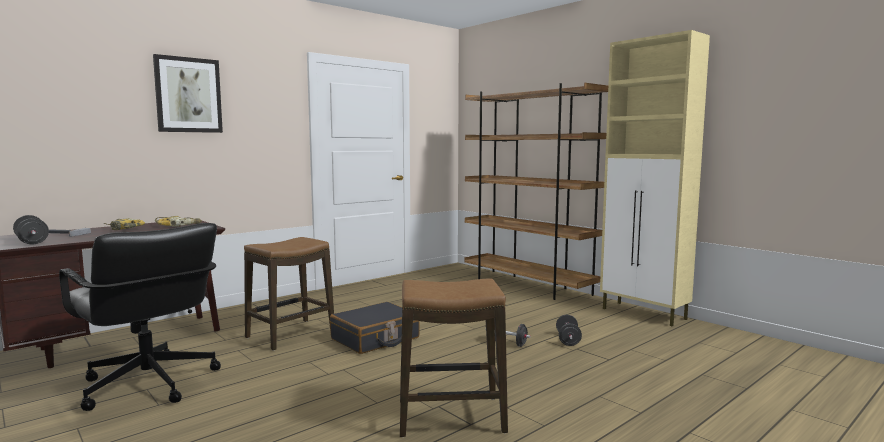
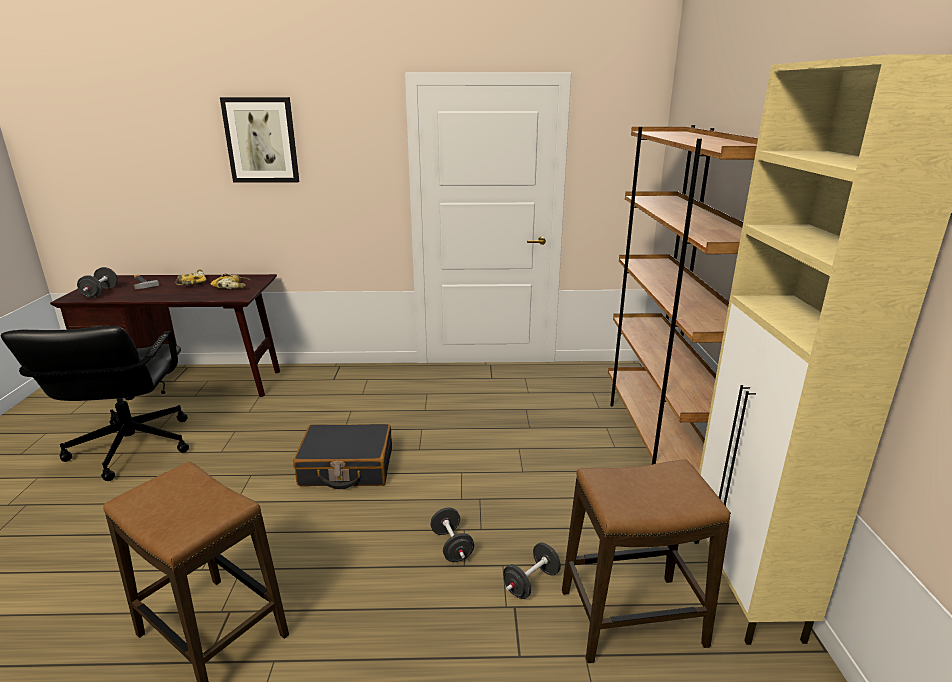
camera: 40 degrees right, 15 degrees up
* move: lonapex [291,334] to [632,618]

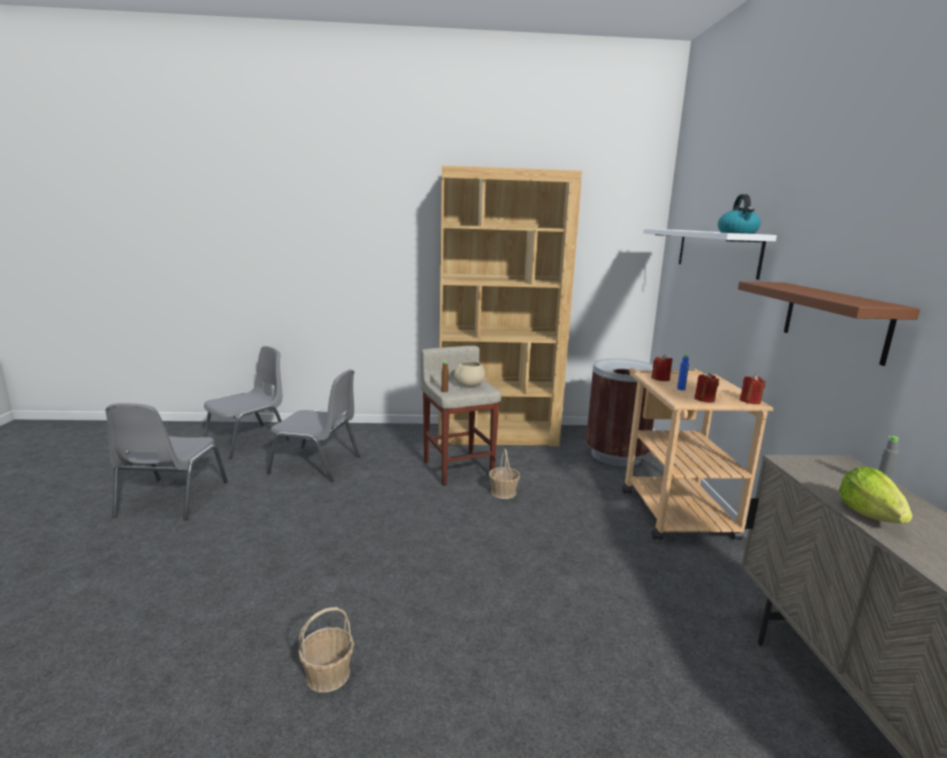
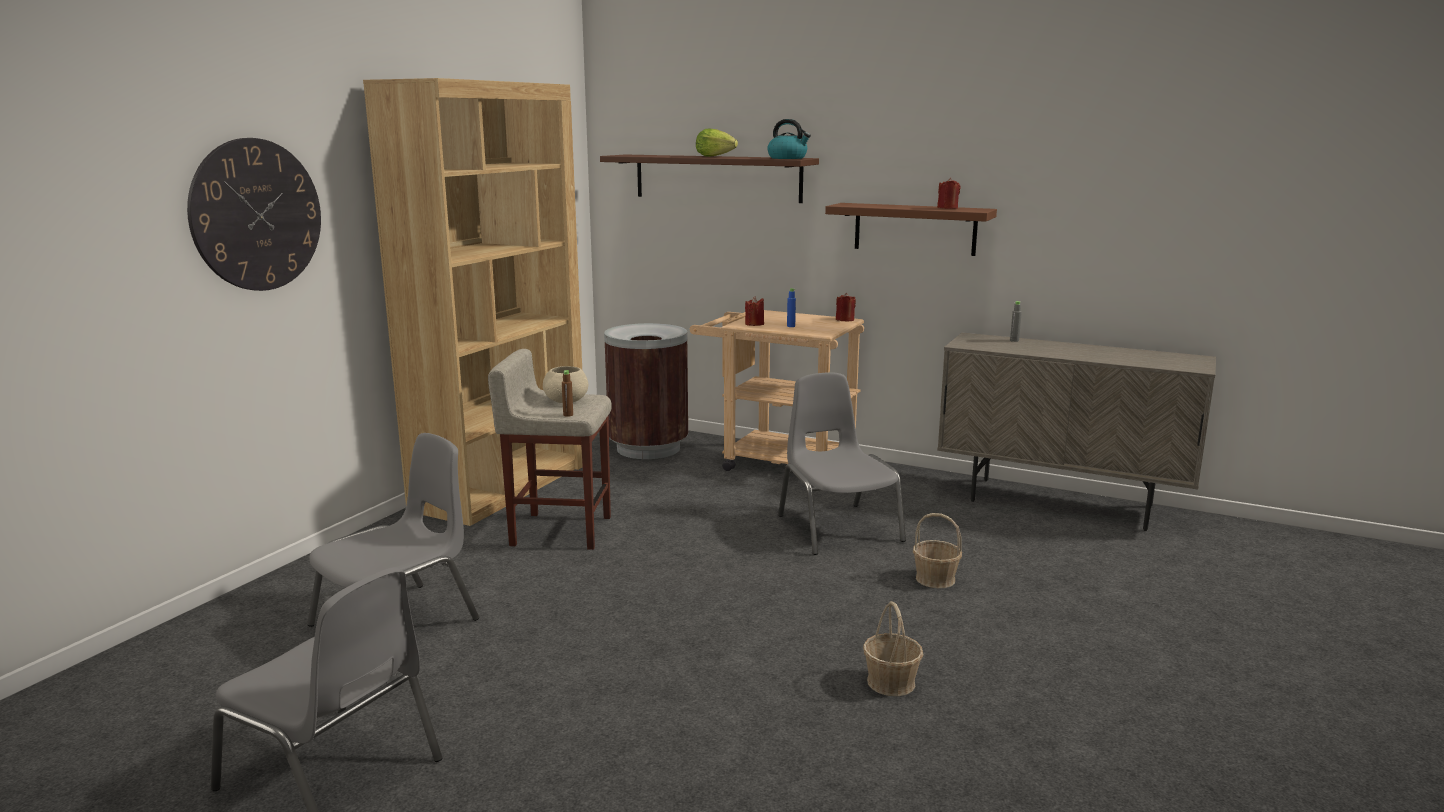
camera: 60 degrees left, 0 degrees up
* insert: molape [257,215]
* recolor: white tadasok [716,251] to brown tadasok [717,178]
* move: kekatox [869,515] to [714,156]
* move: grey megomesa [248,440] to [837,527]
* move: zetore [503,492] to [935,579]
* move: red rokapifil [704,399] to [947,208]

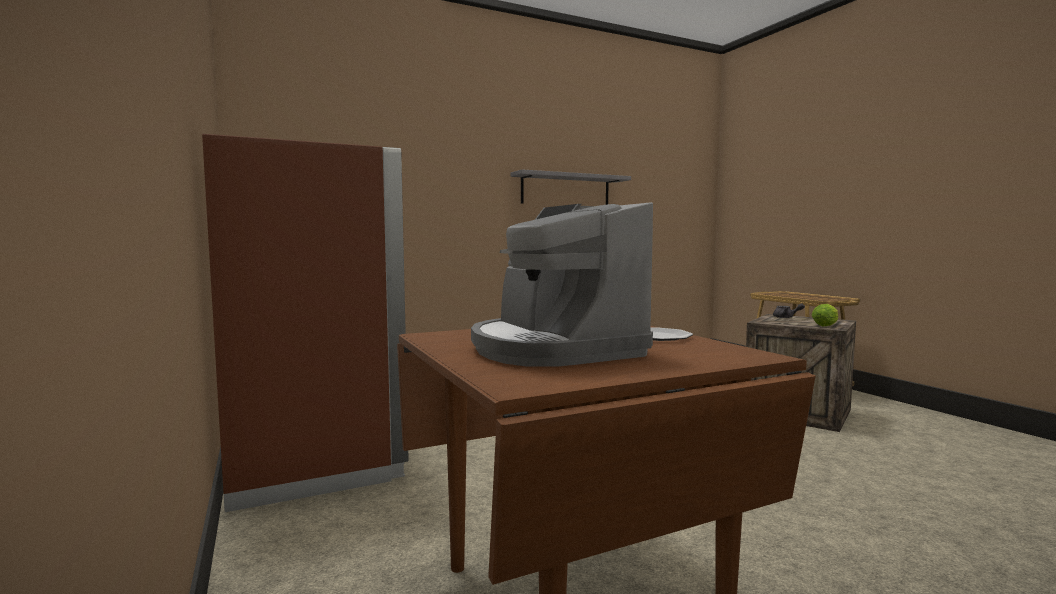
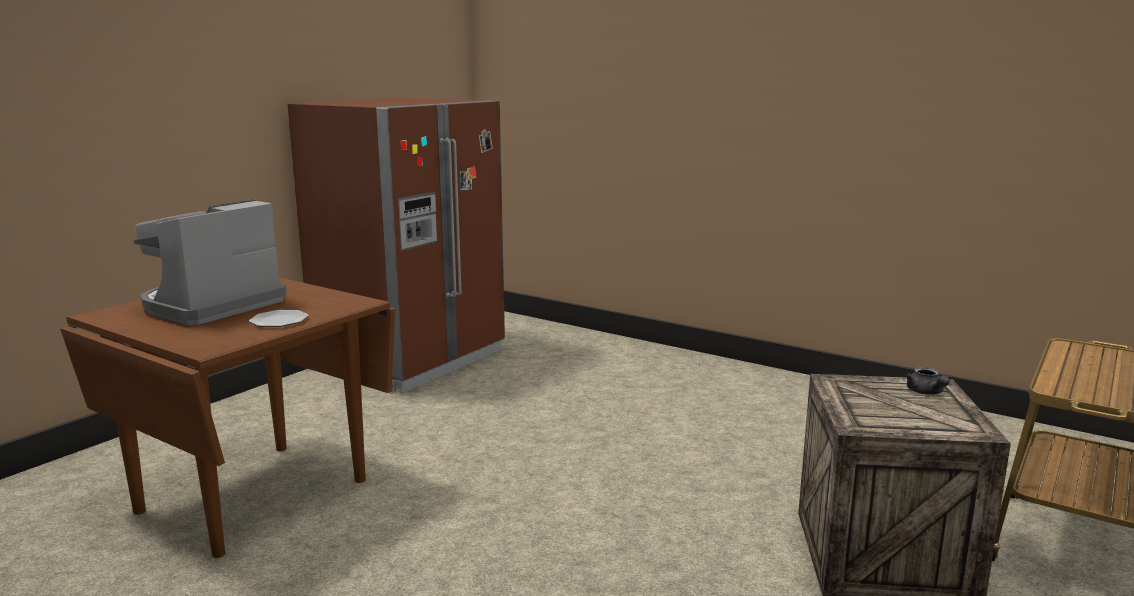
camera: 60 degrees right, 10 degrees up
* delete: grey tadasok [565,190]
* delete: kekatox [826,325]

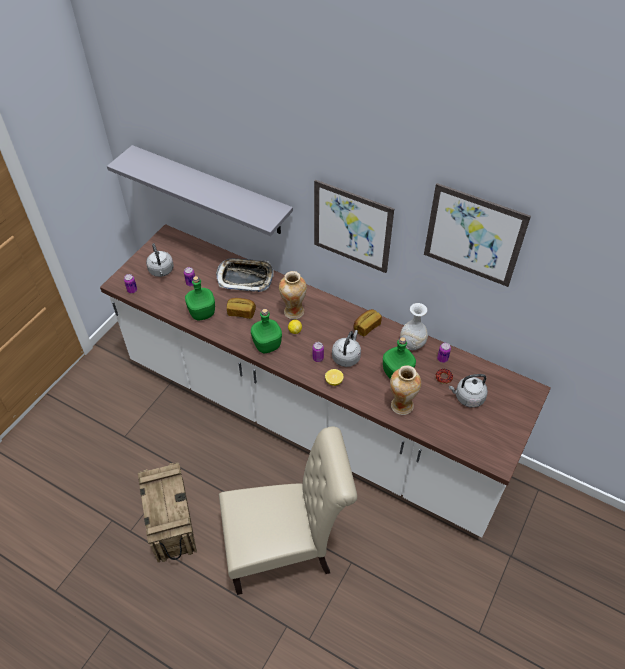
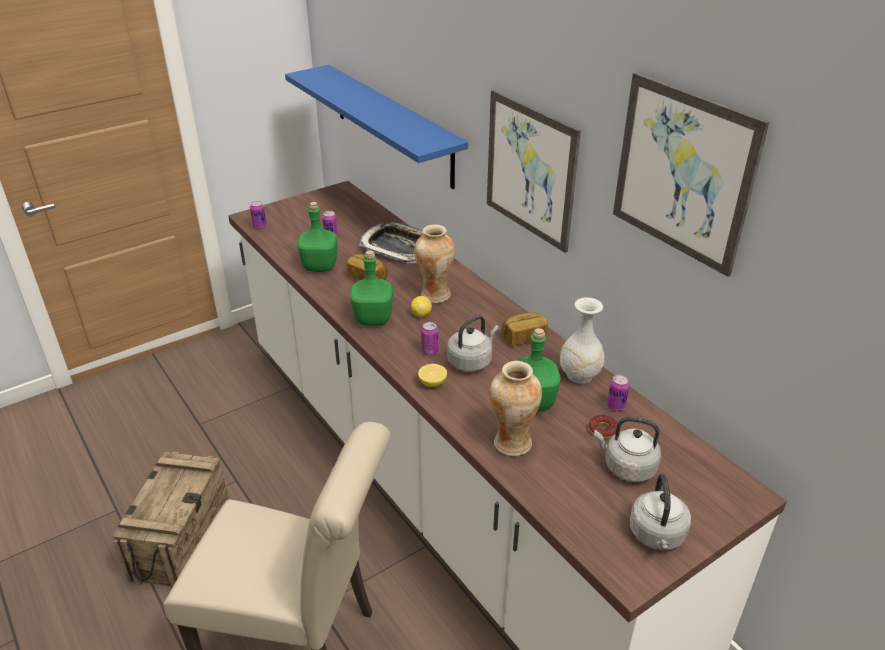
camera: 25 degrees right, 15 degrees down
* recolor: grey tadasok [211,190] to blue tadasok [392,124]
* move: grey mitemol [161,271] to [657,536]

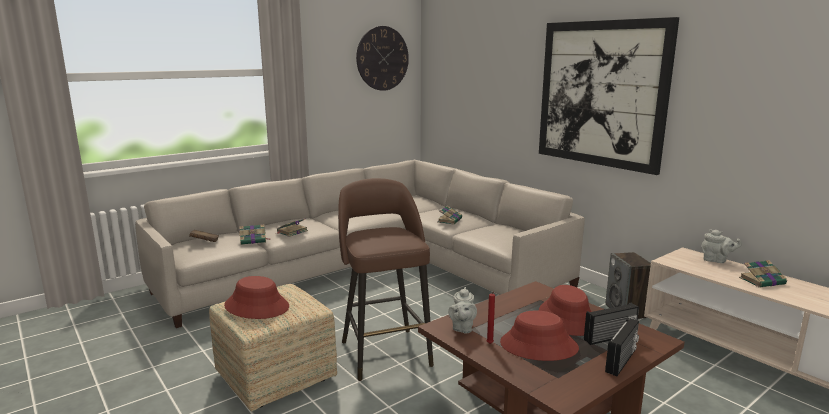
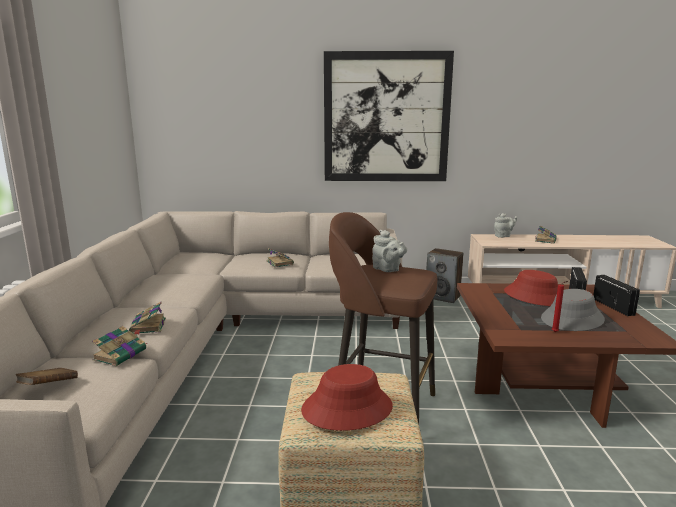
camera: 50 degrees left, 0 degrees up
* move: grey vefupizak [462,328] to [387,269]
* recolor: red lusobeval [538,346] to grey lusobeval [572,319]
* delete: molape [382,58]

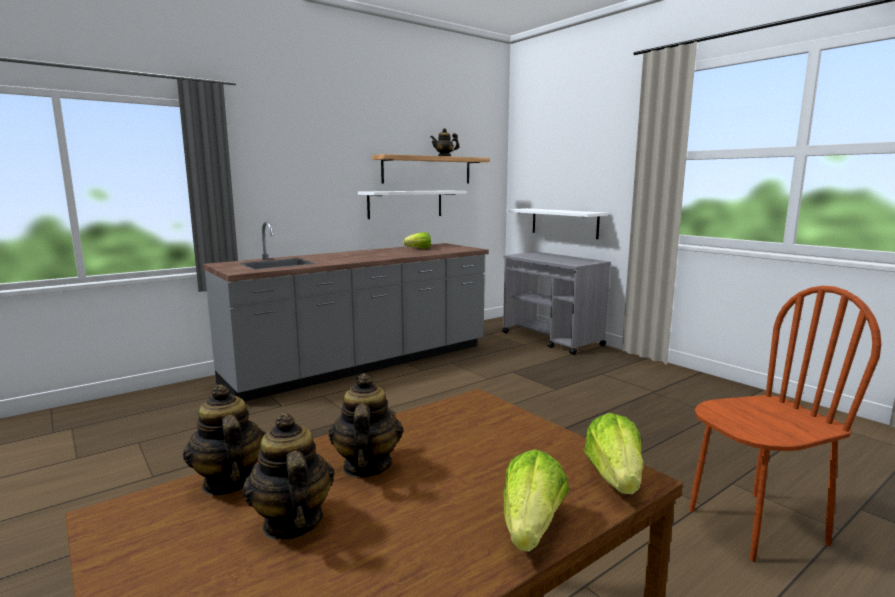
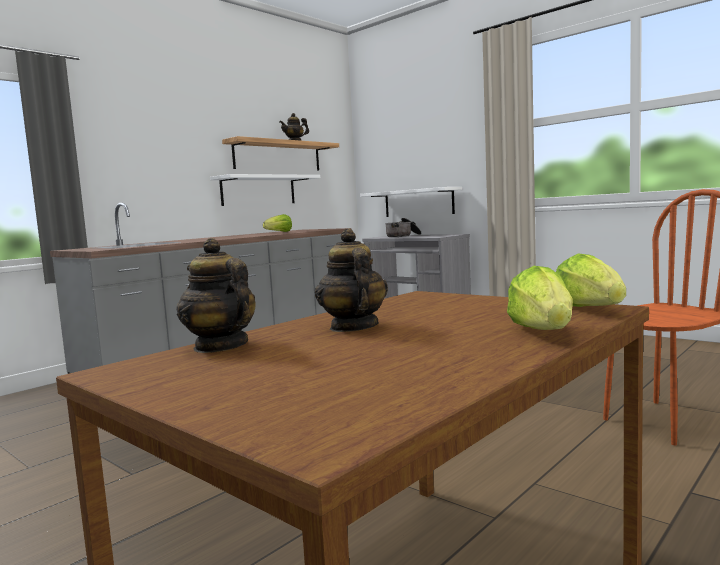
camera: 10 degrees left, 5 degrees down
* insert: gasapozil [403,236]
* delete: vefupizak [291,522]

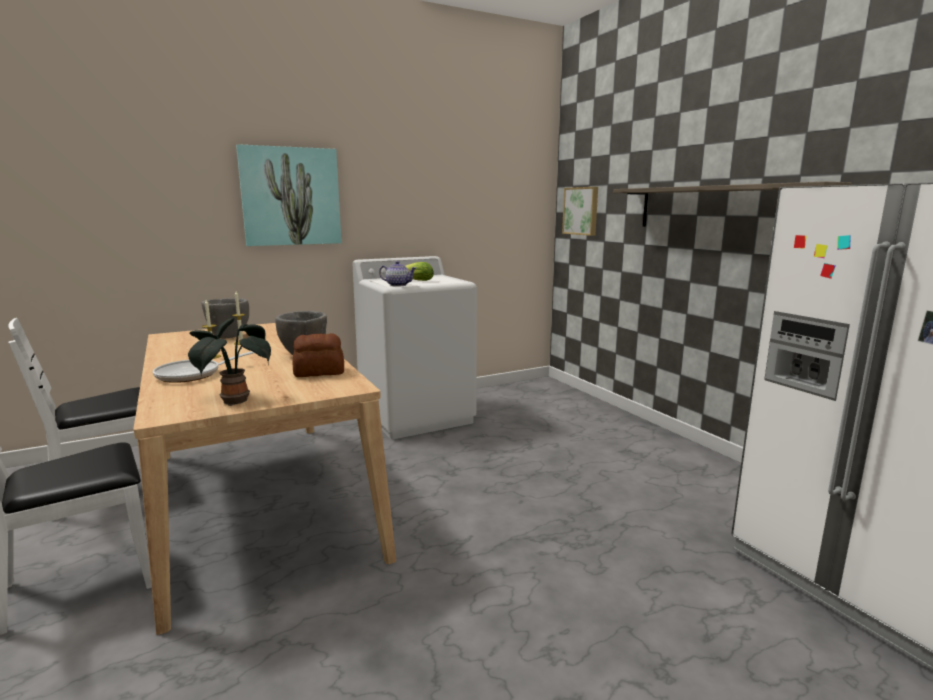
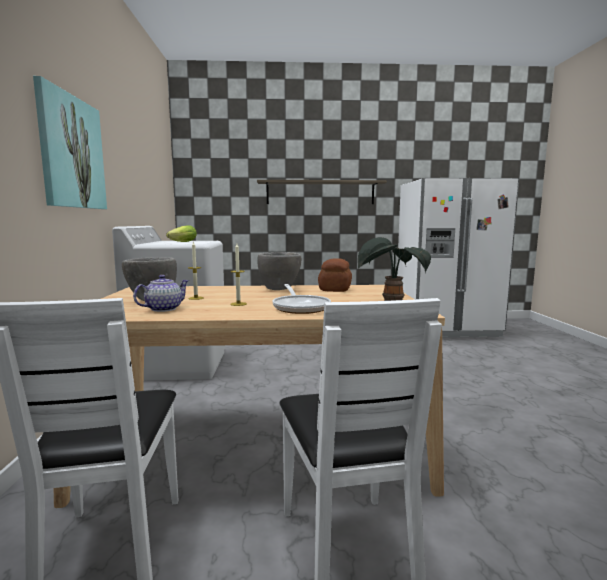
camera: 65 degrees left, 5 degrees down
* move: vefupizak [398,285] to [163,309]
* delete: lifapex [581,211]

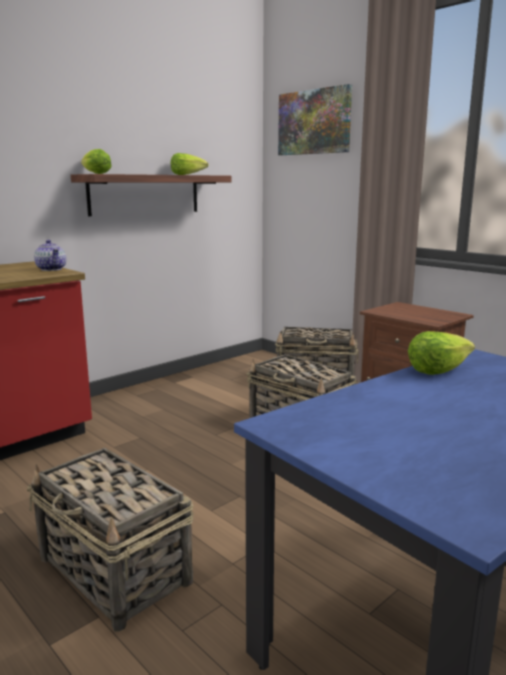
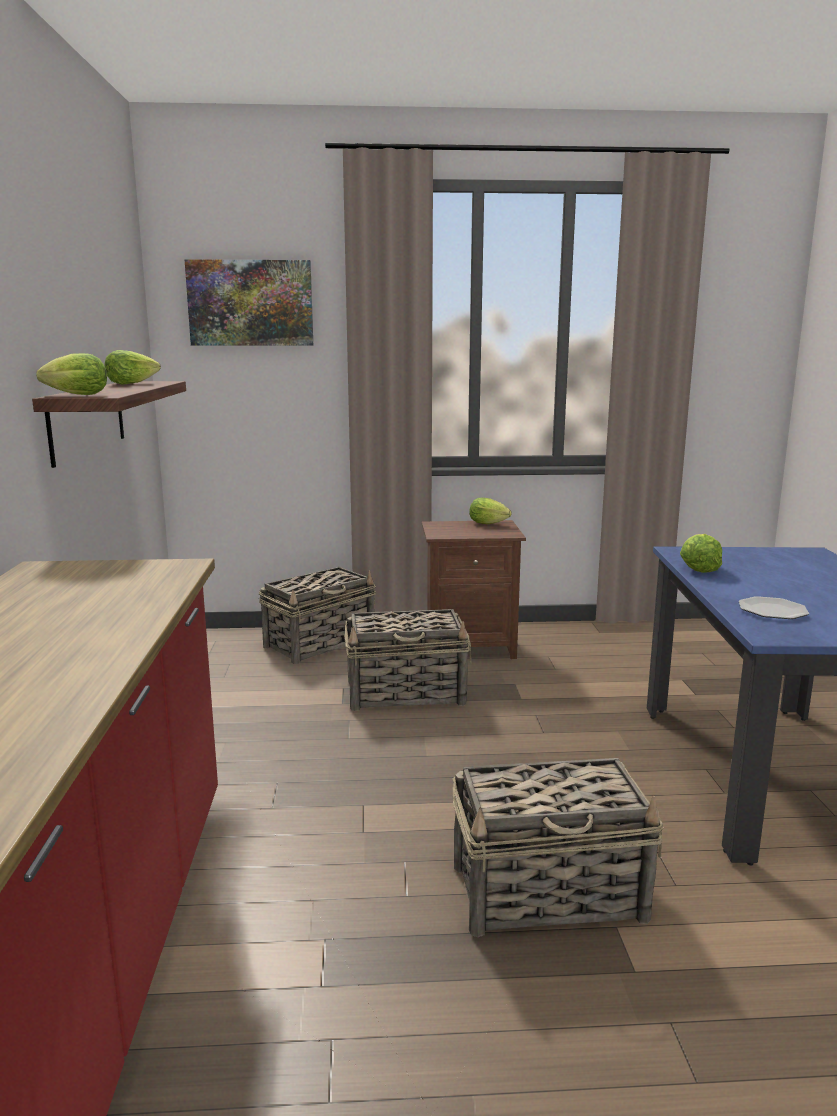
camera: 50 degrees left, 0 degrees up
* insert: kekatox [490,524]
* insert: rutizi [773,611]
* delete: vefupizak [51,269]

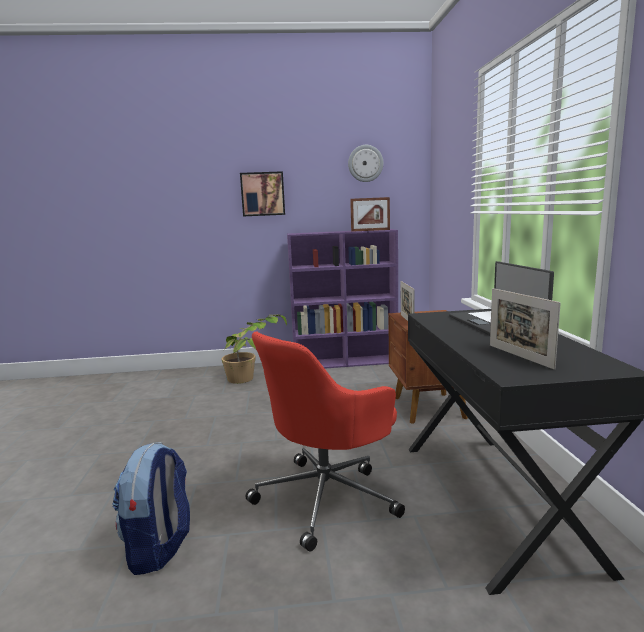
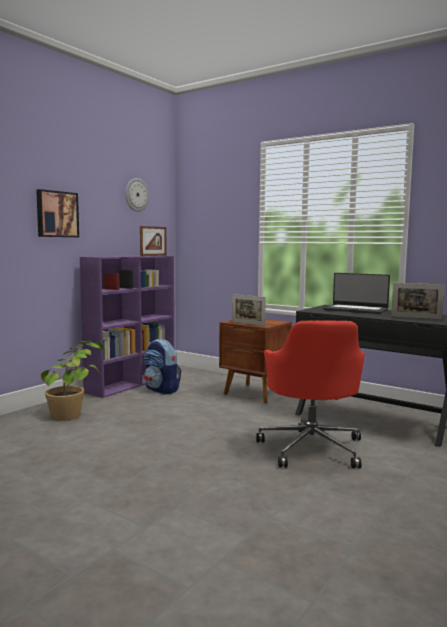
camera: 50 degrees left, 5 degrees down
* move: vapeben [159,548] to [162,390]

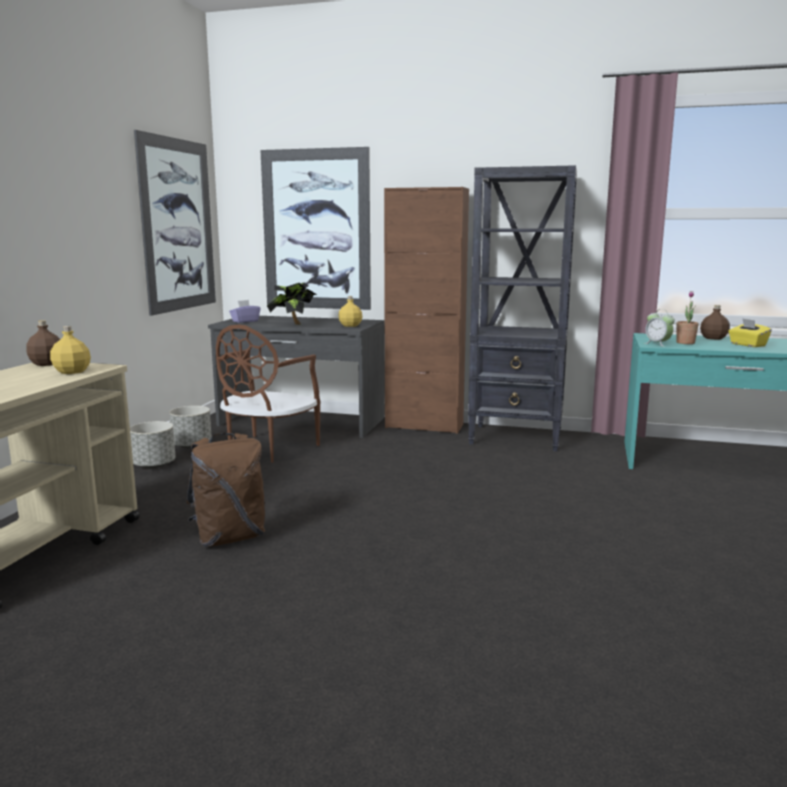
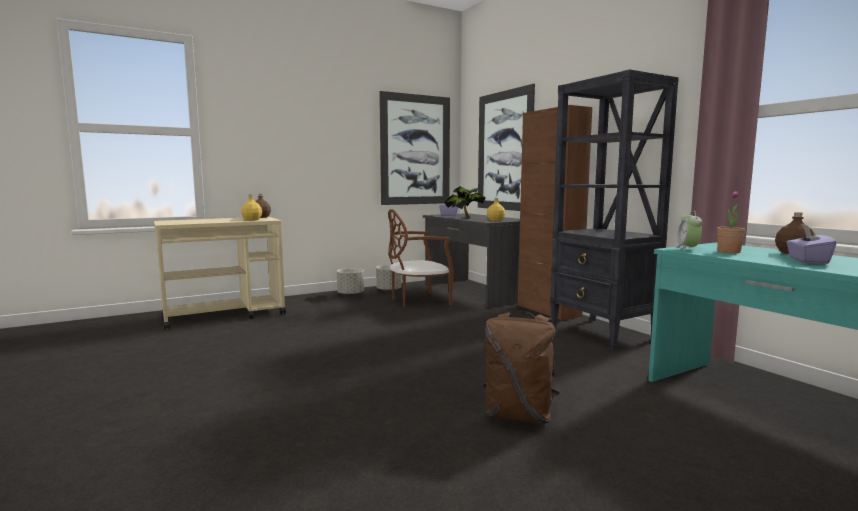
camera: 45 degrees right, 5 degrees down
* move: brown vapeben [230,538] to [519,415]
* recolor: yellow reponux [747,345] to purple reponux [807,261]

